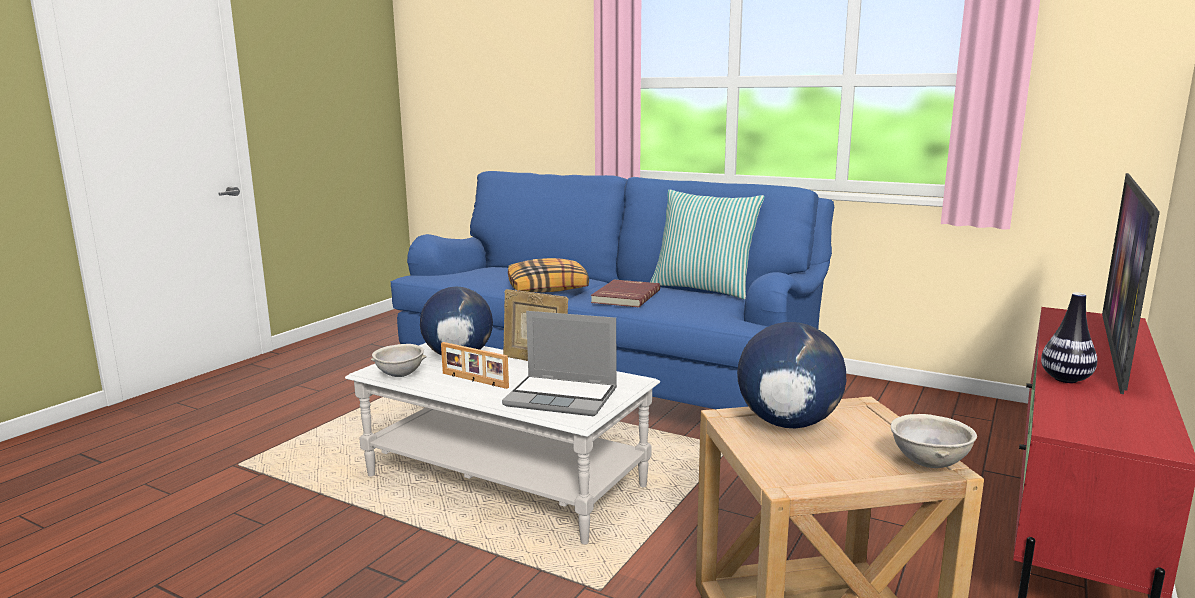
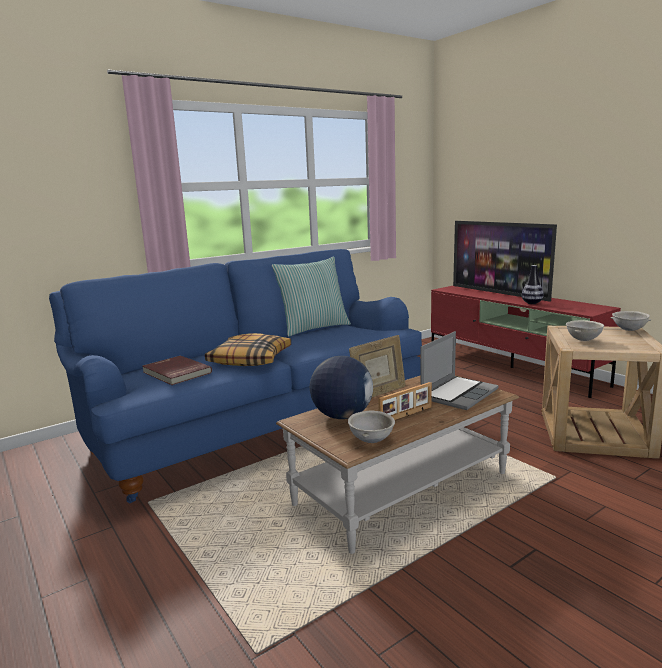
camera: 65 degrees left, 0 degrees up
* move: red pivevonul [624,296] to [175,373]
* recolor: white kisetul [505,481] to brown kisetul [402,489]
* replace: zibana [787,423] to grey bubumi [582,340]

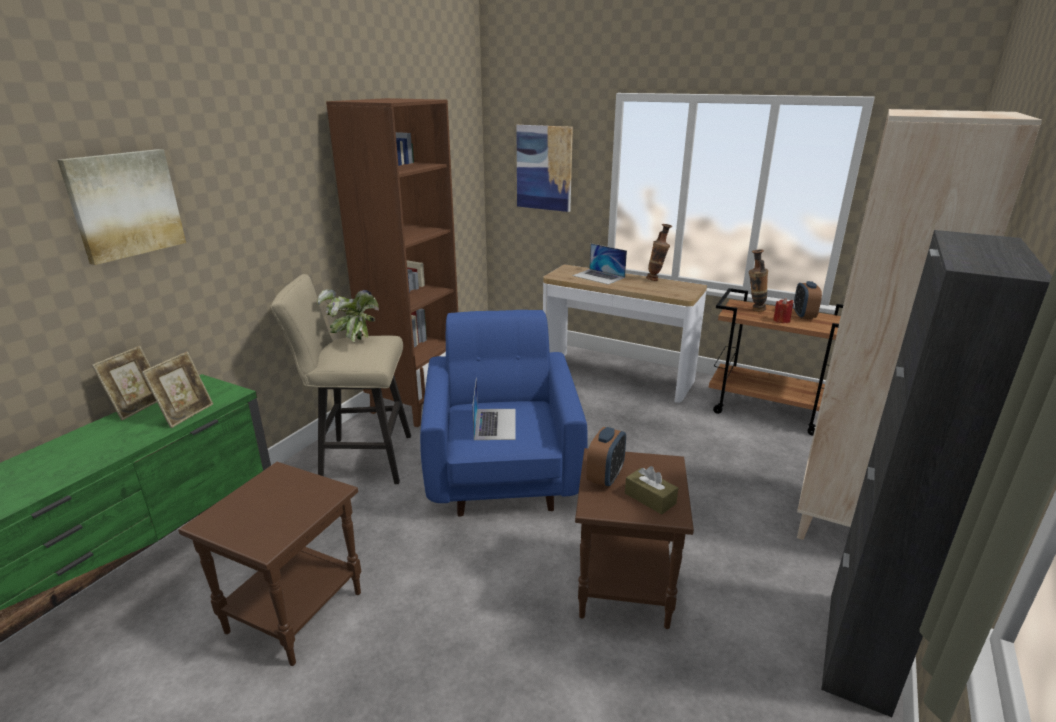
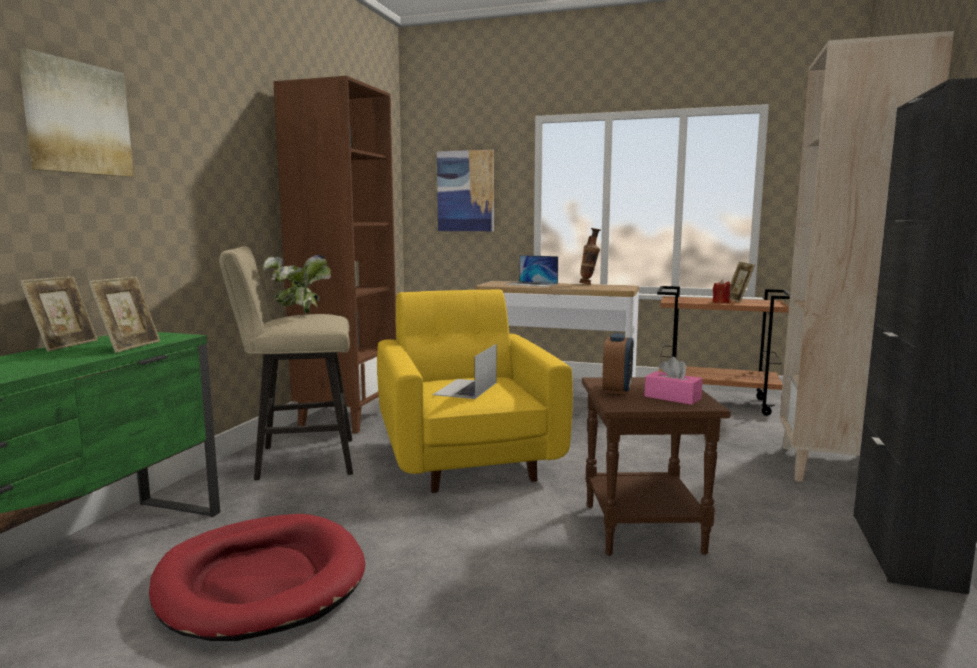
camera: 10 degrees left, 15 degrees down
* replace: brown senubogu [294,610] to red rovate [261,581]
* recolor: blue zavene [502,469] to yellow zavene [467,456]
* rotate: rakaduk [495,423] = [465,388] 150 degrees counterclockwise
* recolor: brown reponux [650,498] to pink reponux [672,397]
* replace: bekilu [803,315] to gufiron [738,300]
* delete: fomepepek [754,310]

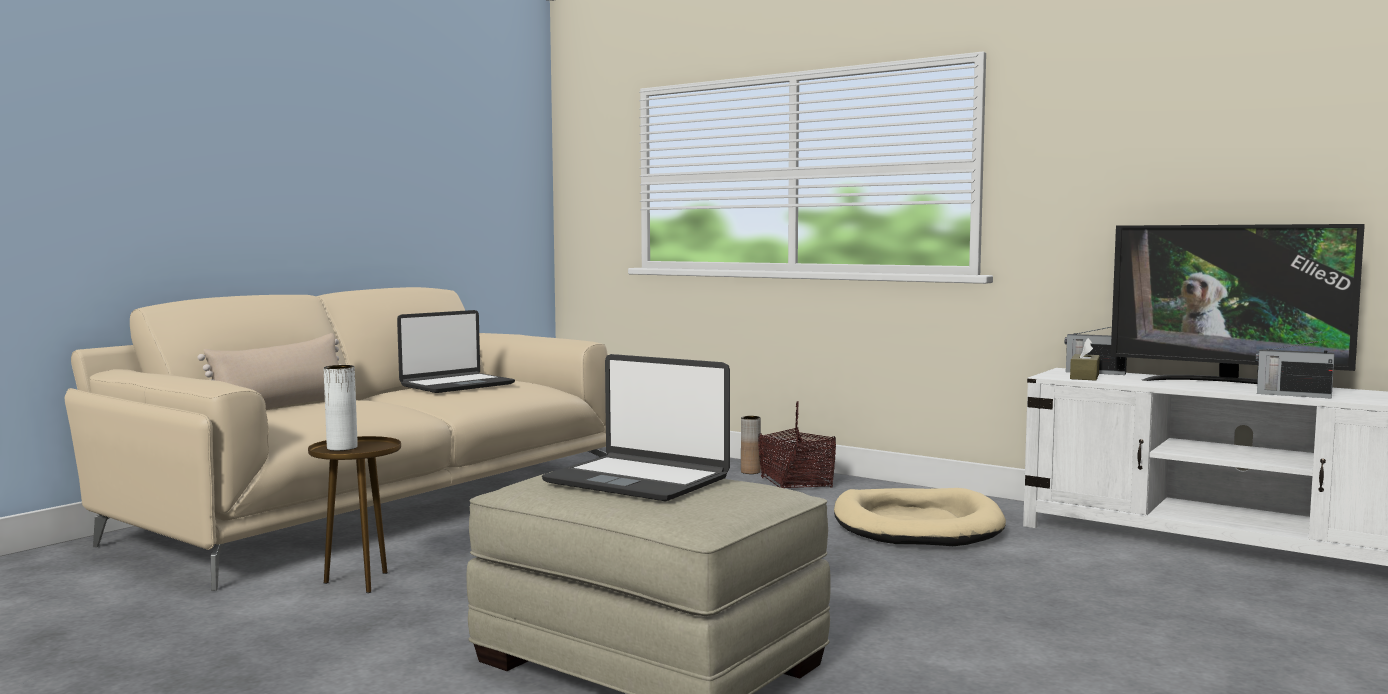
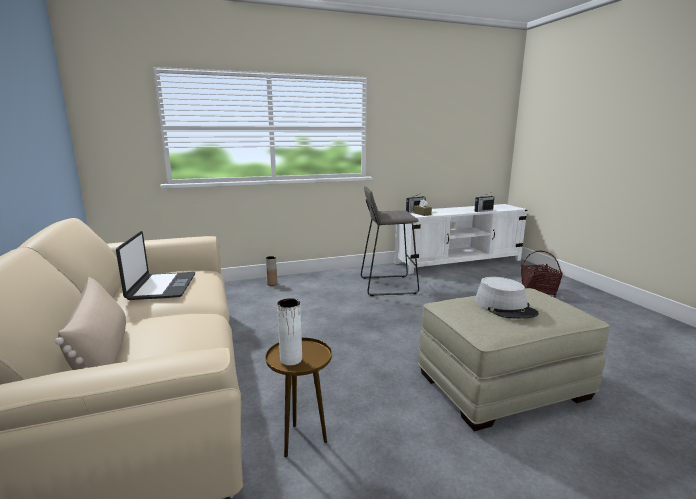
camera: 55 degrees left, 10 degrees up
* replace: beige rovate [916,525] to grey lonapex [387,285]
* replace: rakaduk [638,480] to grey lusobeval [505,307]
* move: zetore [796,483] to [538,291]
* delete: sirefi [1226,383]

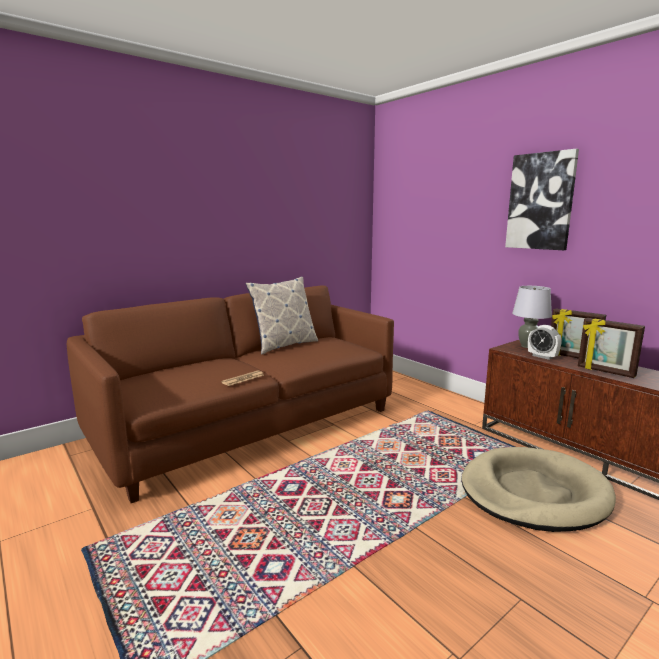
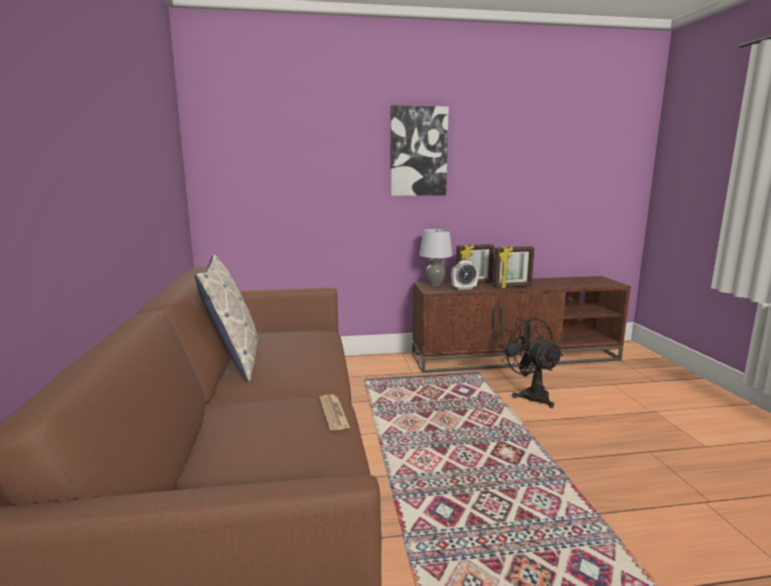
camera: 60 degrees left, 0 degrees up
* replace: beige rovate [533,493] to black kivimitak [530,395]

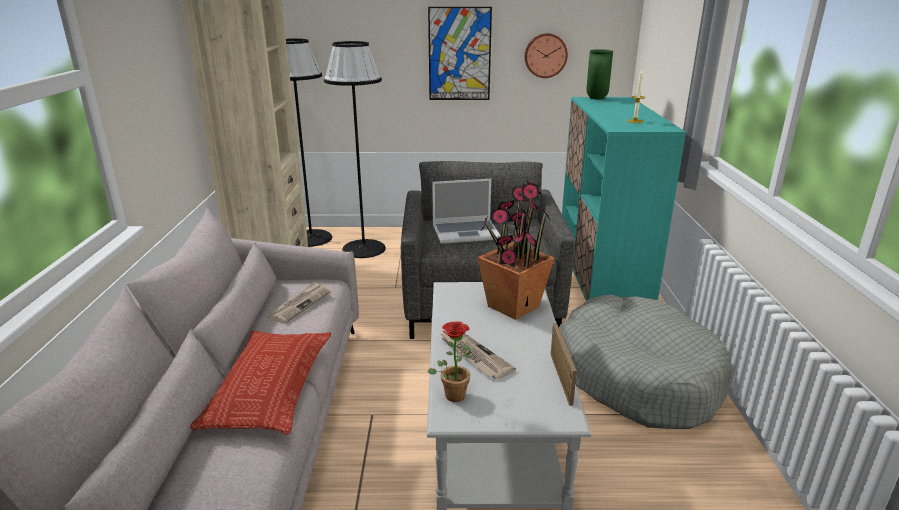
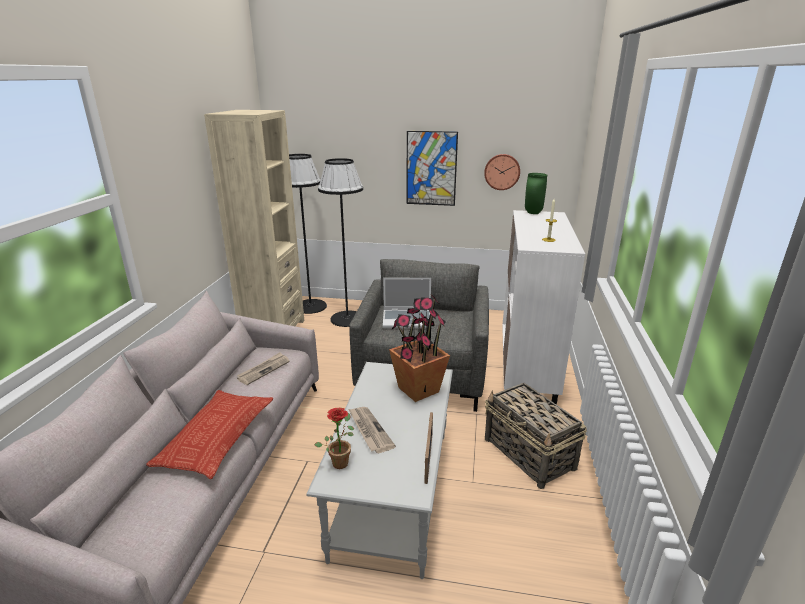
camera: 10 degrees right, 0 degrees up
* replace: grey rovate [637,376] to zetore [529,454]
* recolor: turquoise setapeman [600,287] to white setapeman [526,370]

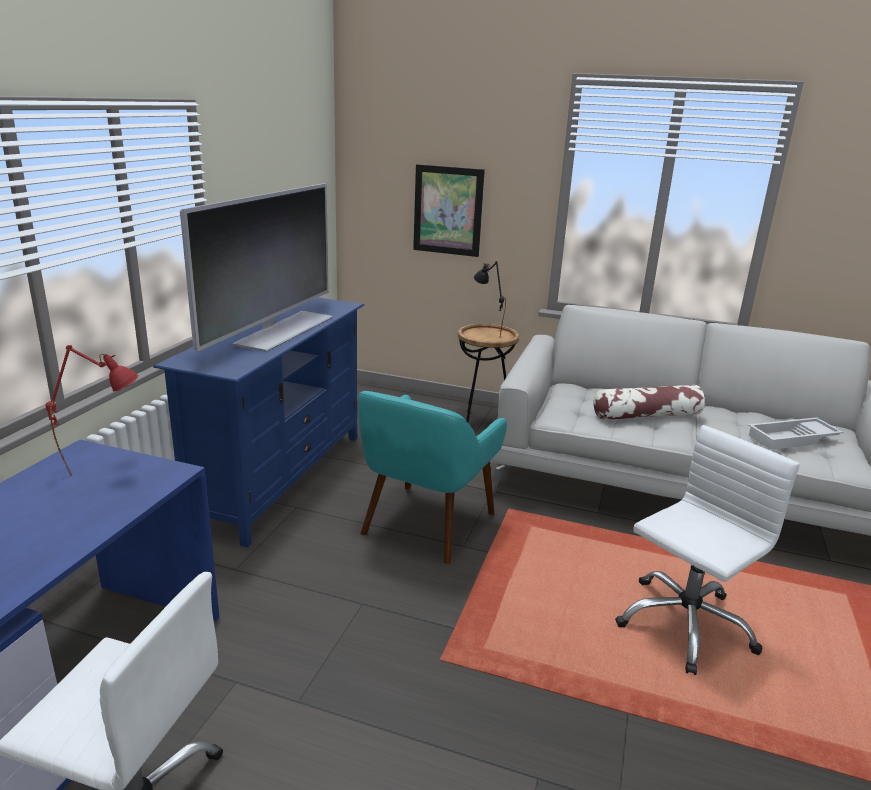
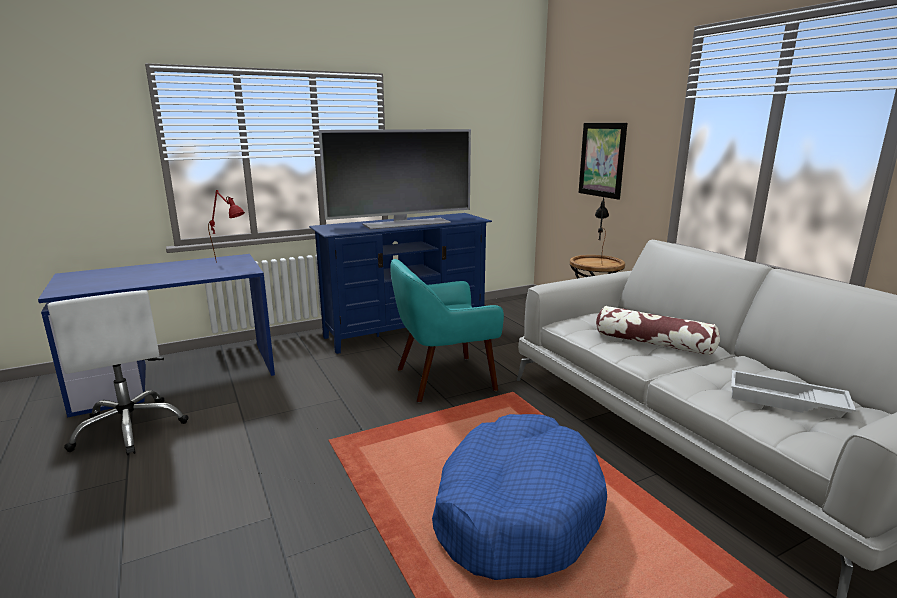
camera: 45 degrees right, 5 degrees down
* replace: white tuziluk [684,624] to blue rovate [515,510]

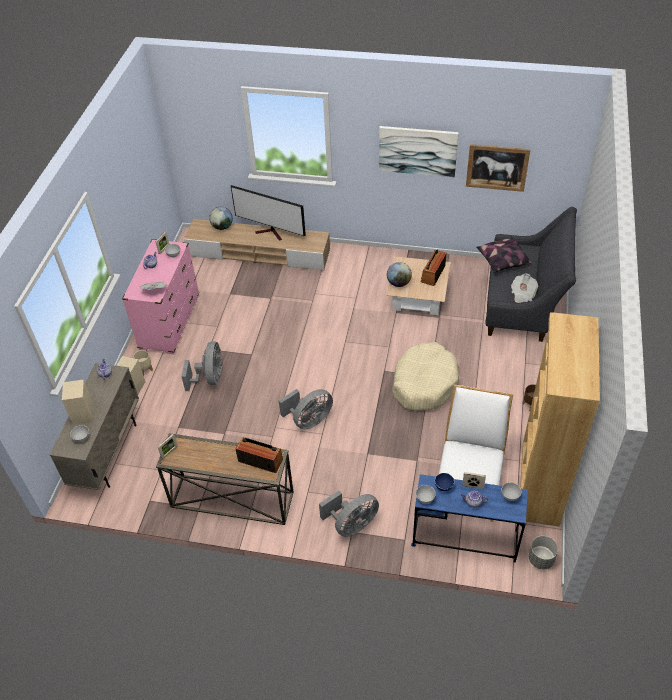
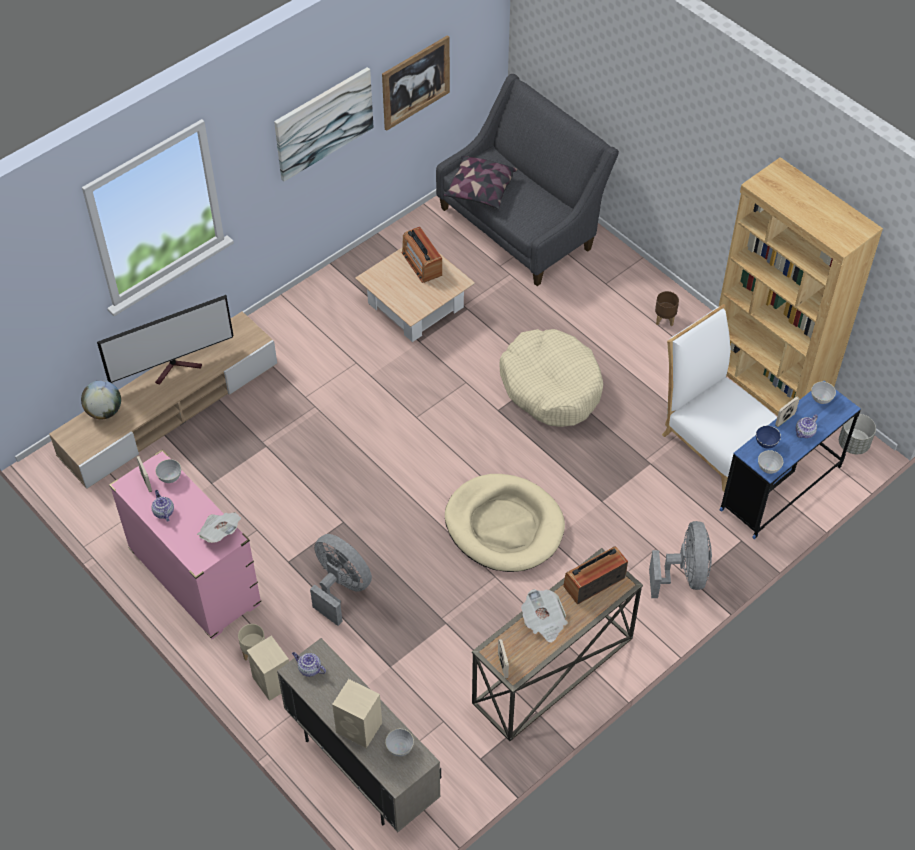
camera: 55 degrees left, 5 degrees up
* replace: grey kivimitak [309,420] to beige rovate [504,526]
* move: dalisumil [522,294] to [544,621]
* delete: zibana [398,283]

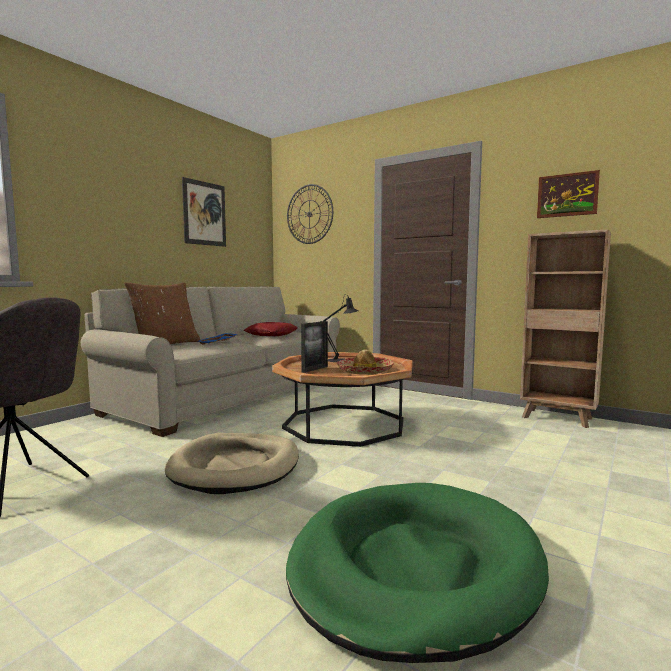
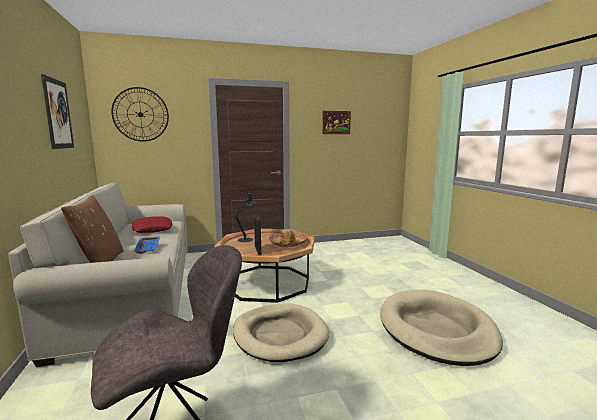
camera: 50 degrees left, 5 degrees up
* recolor: green rovate [414,568] to beige rovate [436,330]
* delete: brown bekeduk [558,418]

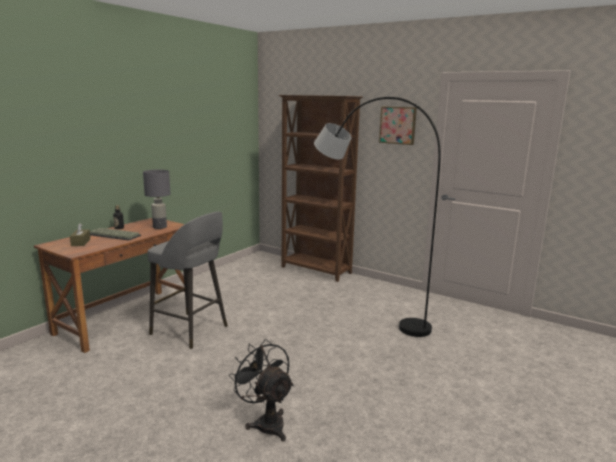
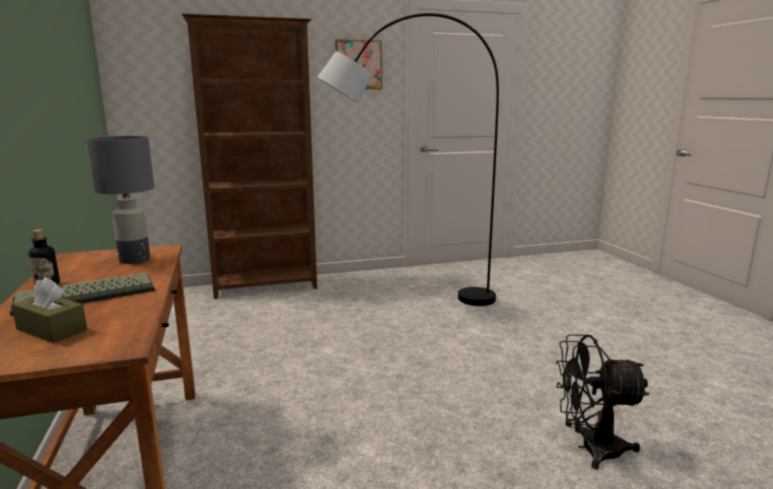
camera: 50 degrees left, 0 degrees up
* delete: grey lonapex [191,331]

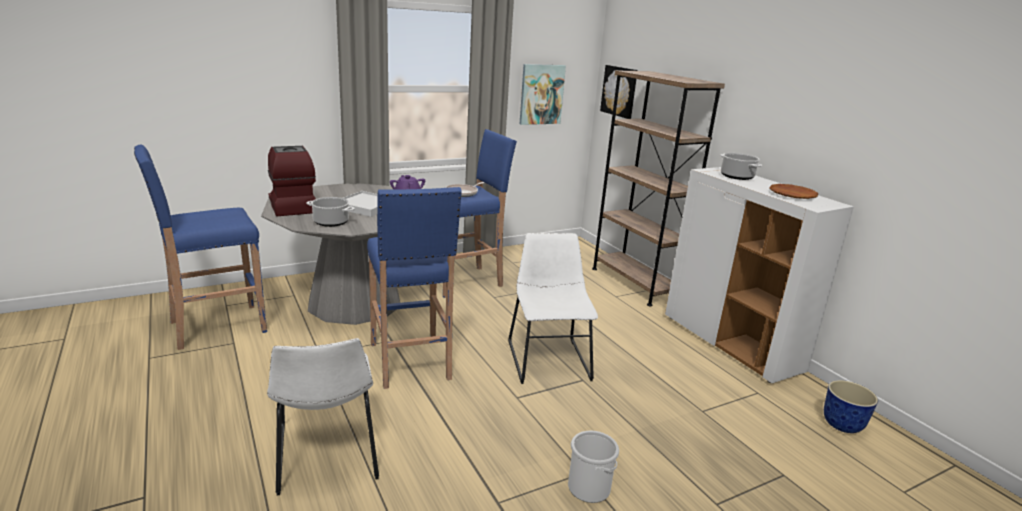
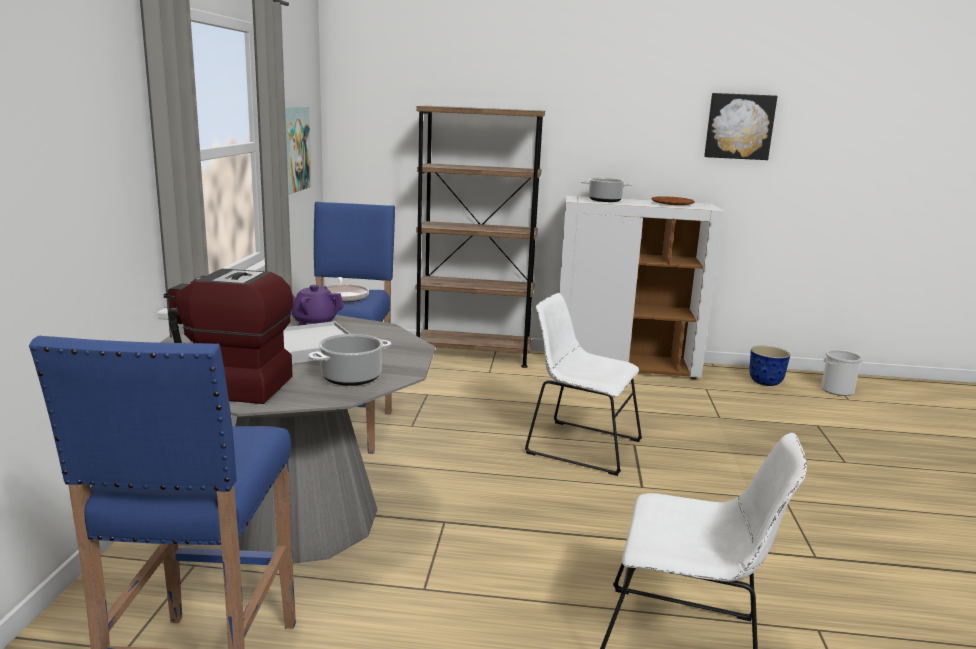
camera: 55 degrees left, 5 degrees down
* move: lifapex [620,91] to [739,126]
* move: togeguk [589,488] to [837,390]
* delete: blue lonapex [410,362]

